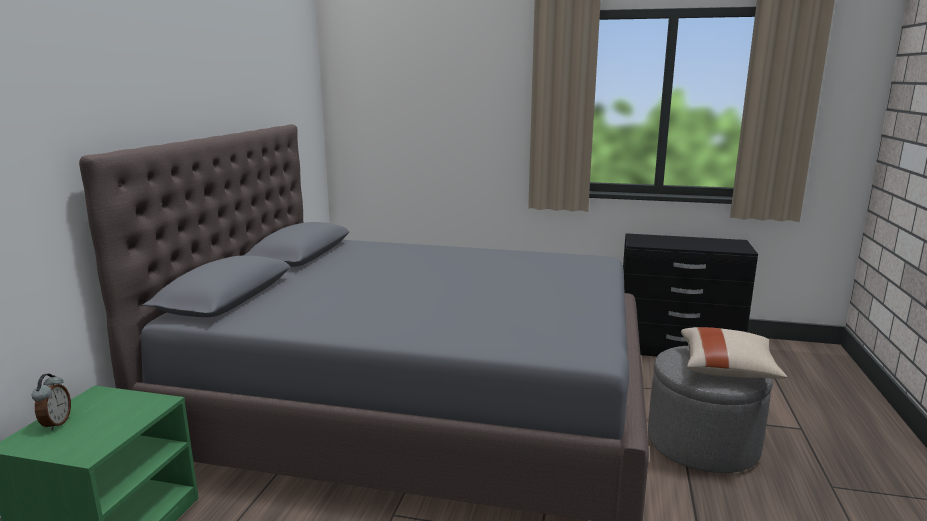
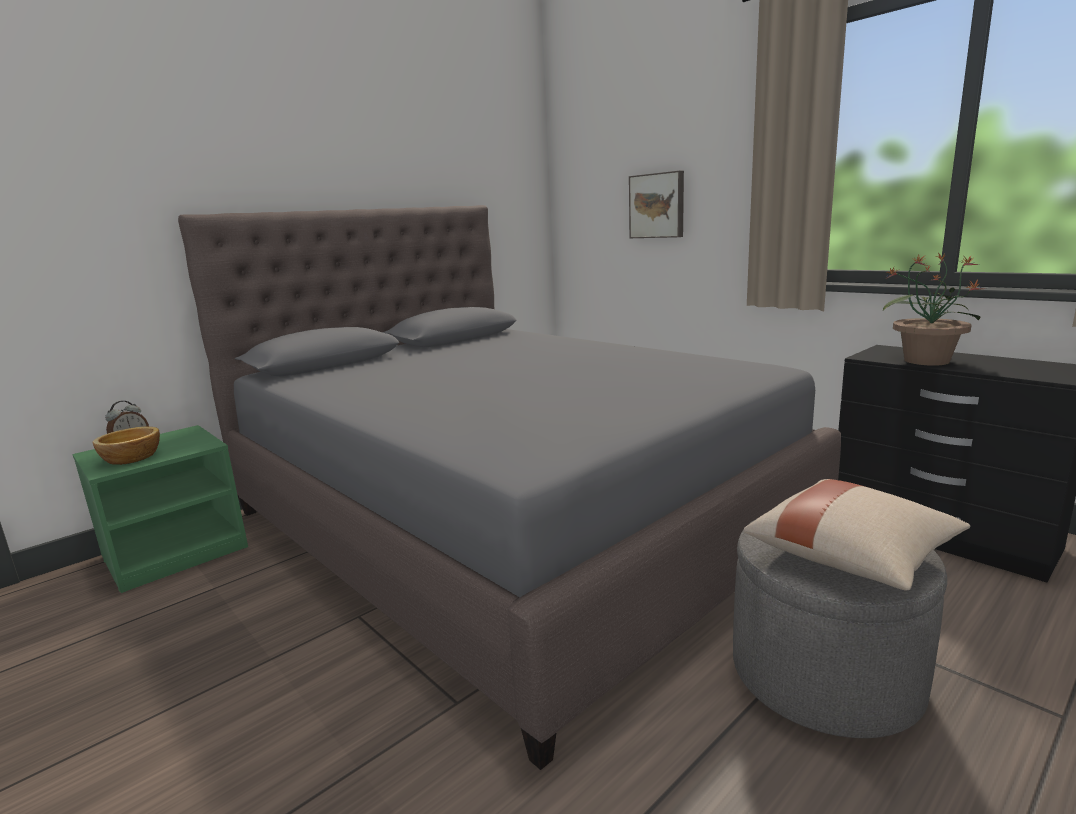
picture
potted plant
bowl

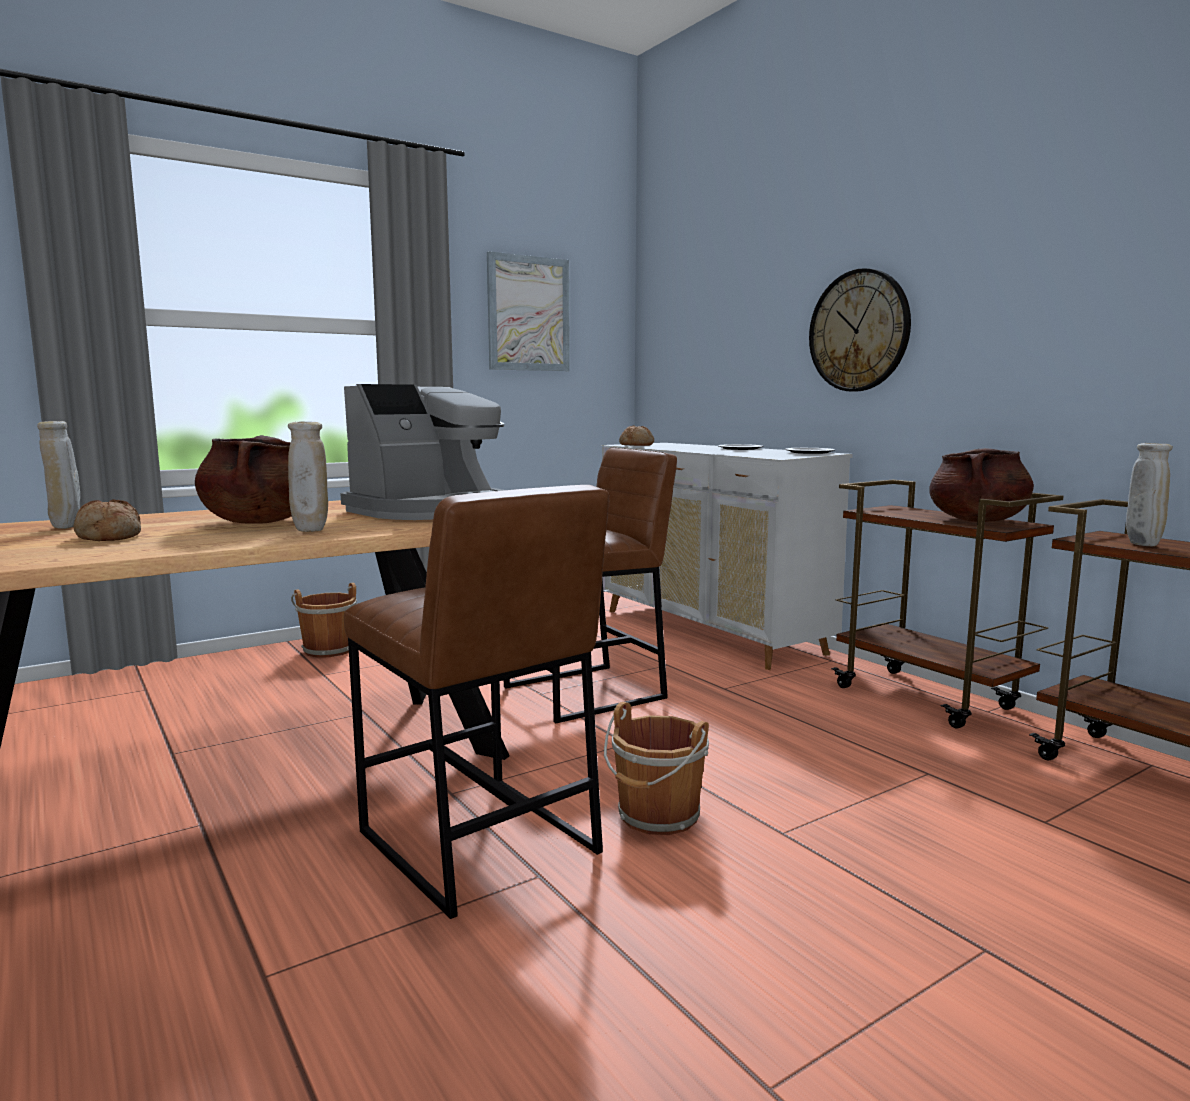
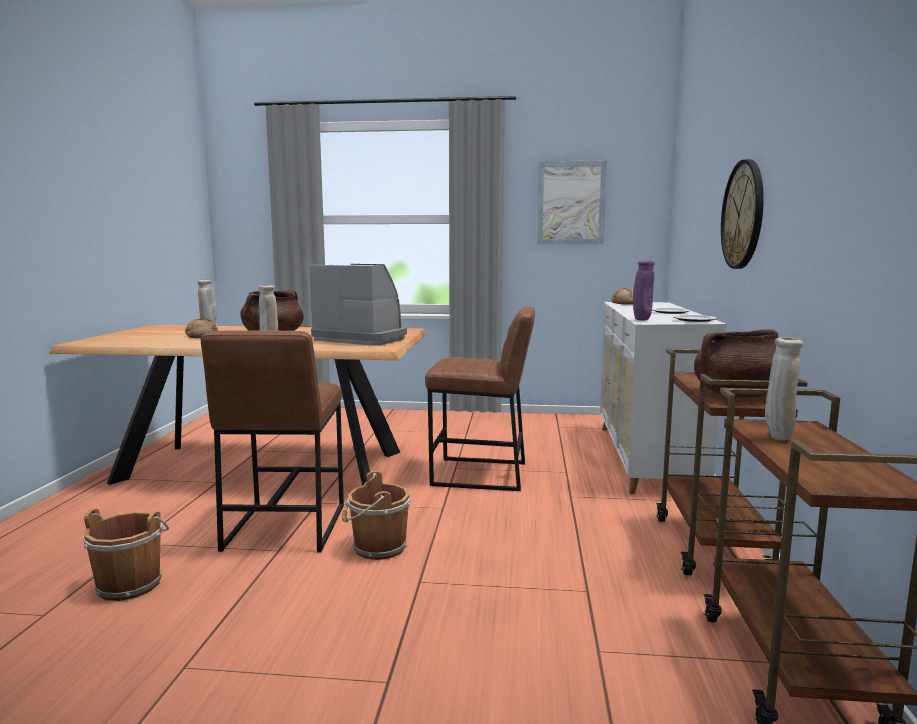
coffee machine
brown bucket (no. 1 from left)
purple vase

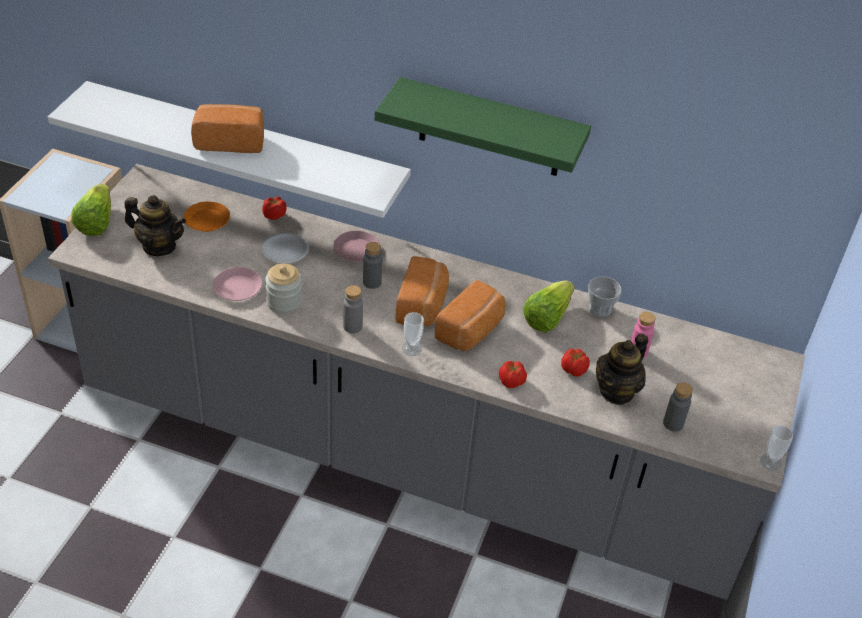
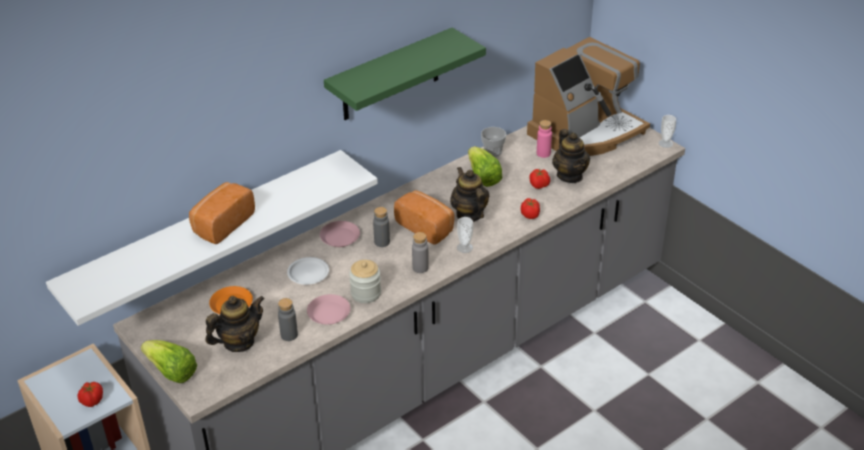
tomato (no. 1 from left)
teapot (no. 2 from left)
grey bottle (no. 1 from left)
coffee machine

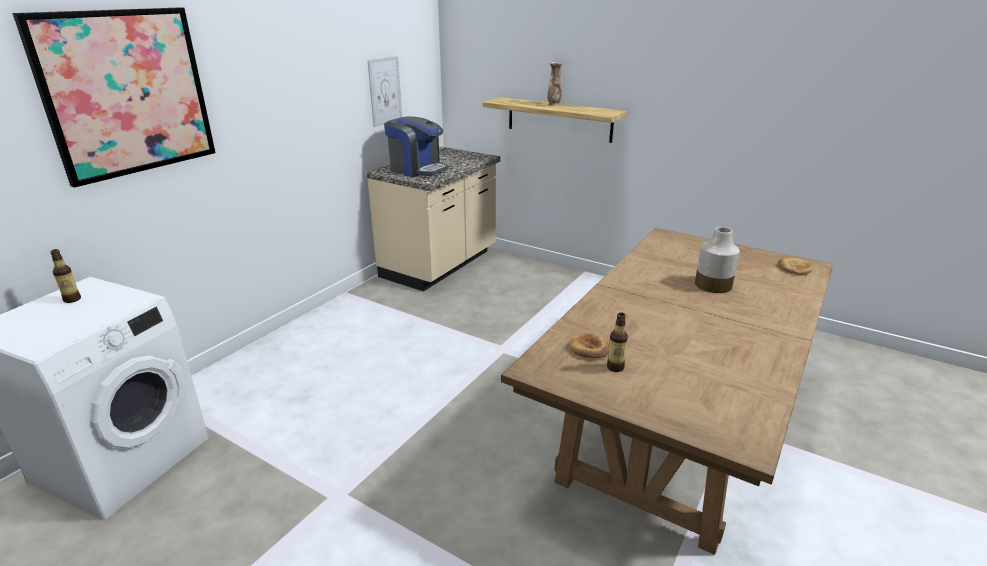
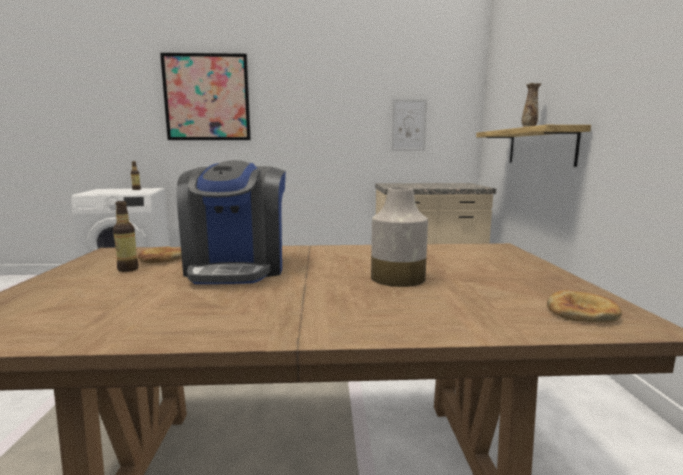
coffee machine

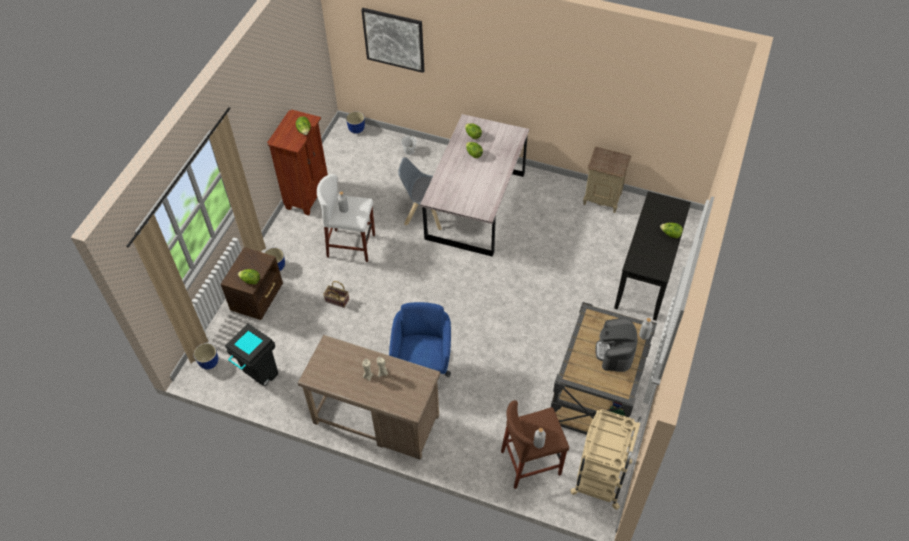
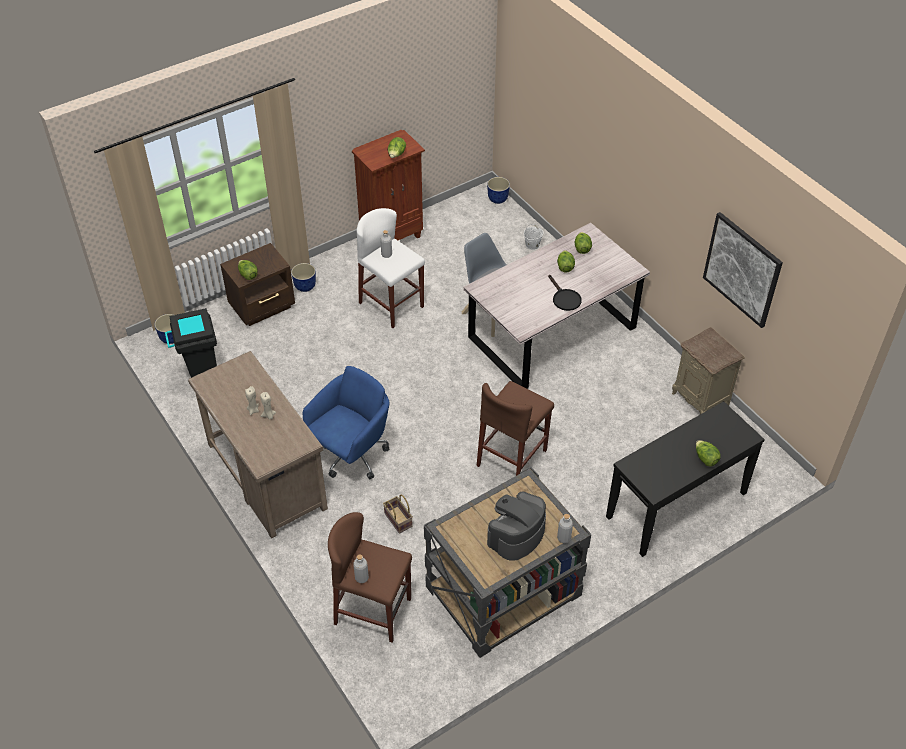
picture
basket
beige cart
black frying pan
brown stool (no. 2 from left)

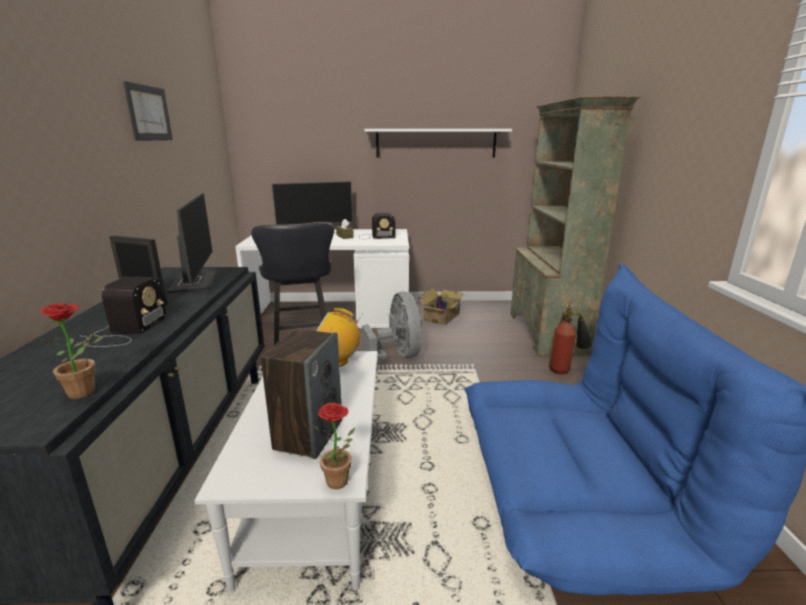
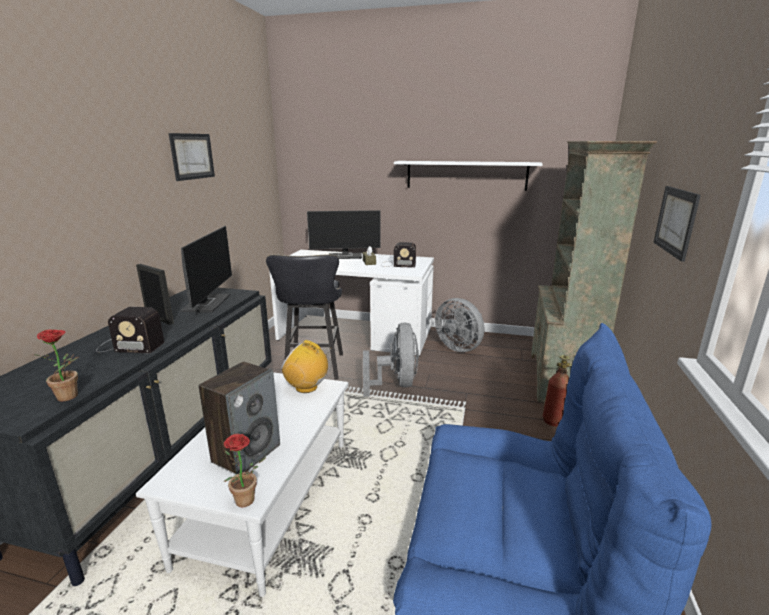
radio (no. 1 from left)
grey fan (no. 2 from left)
picture (no. 2 from left)

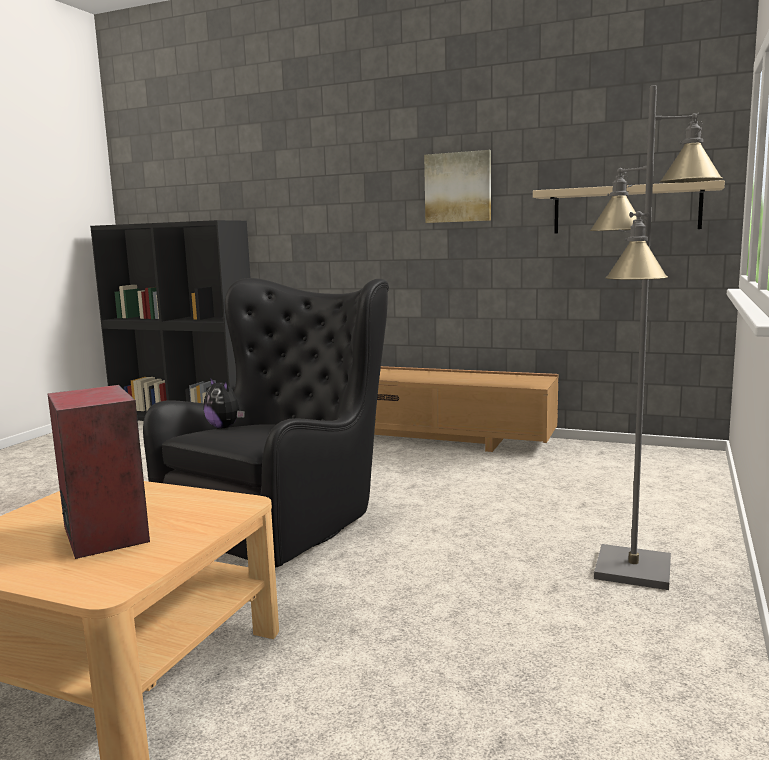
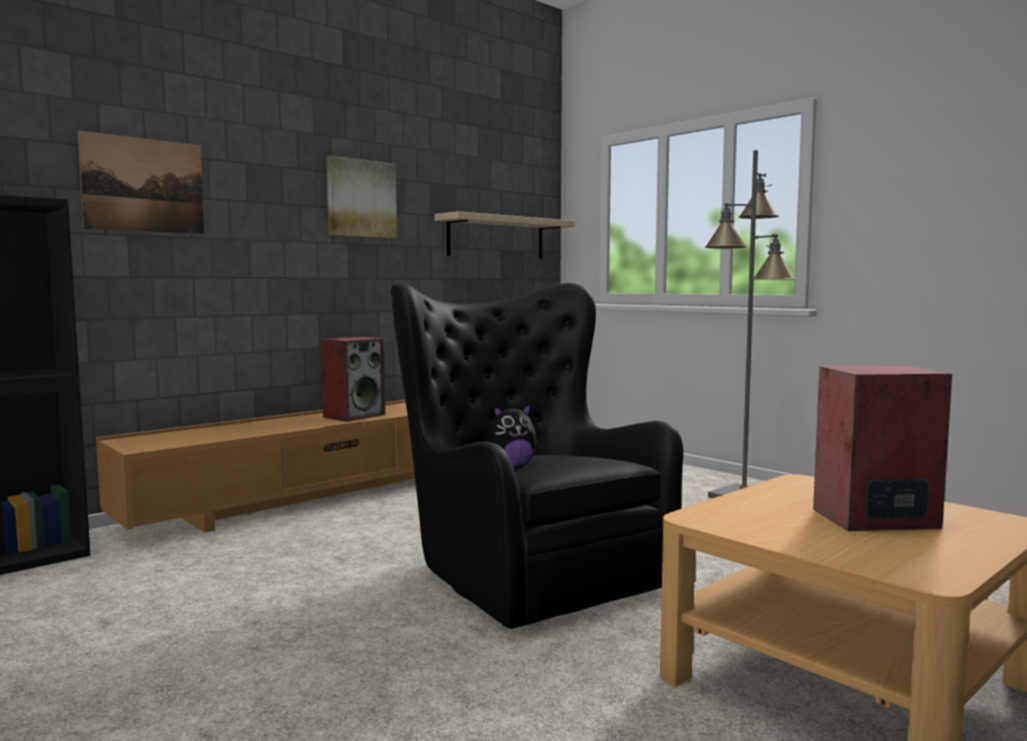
picture (no. 1 from left)
speaker (no. 1 from left)

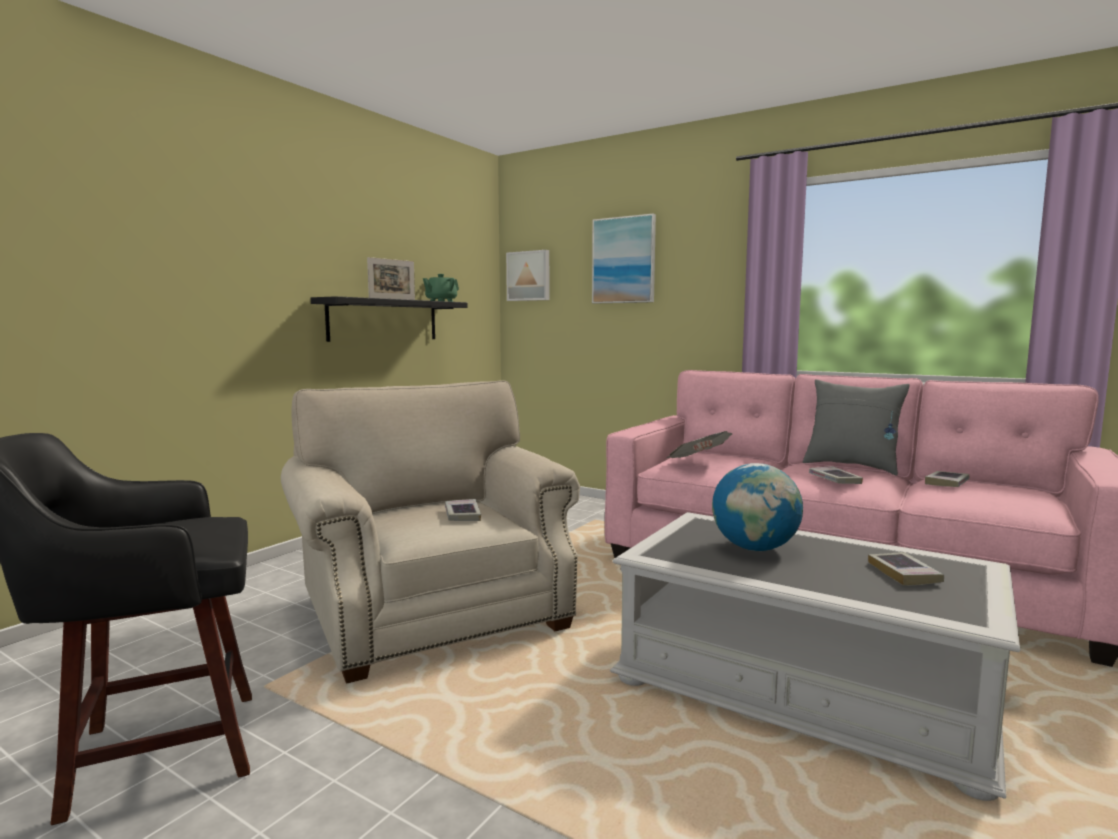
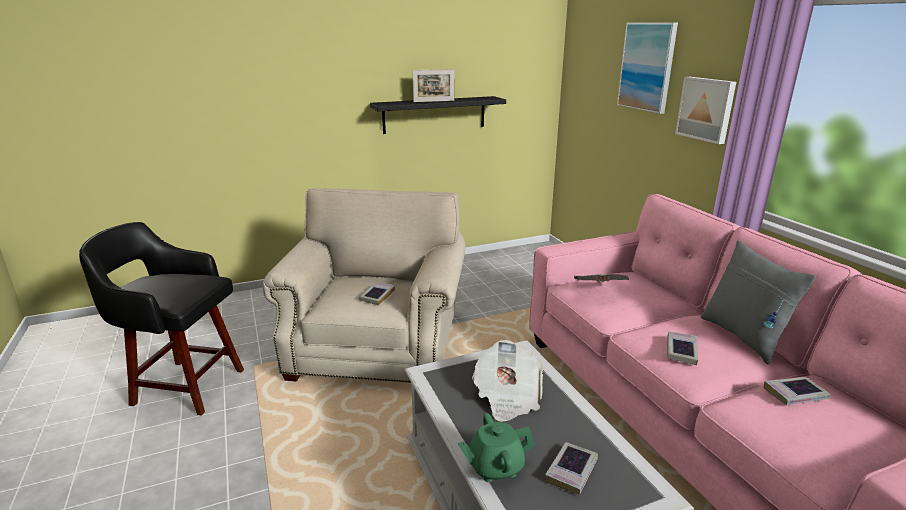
picture (no. 2 from left)
green teapot
newspaper (no. 1 from left)

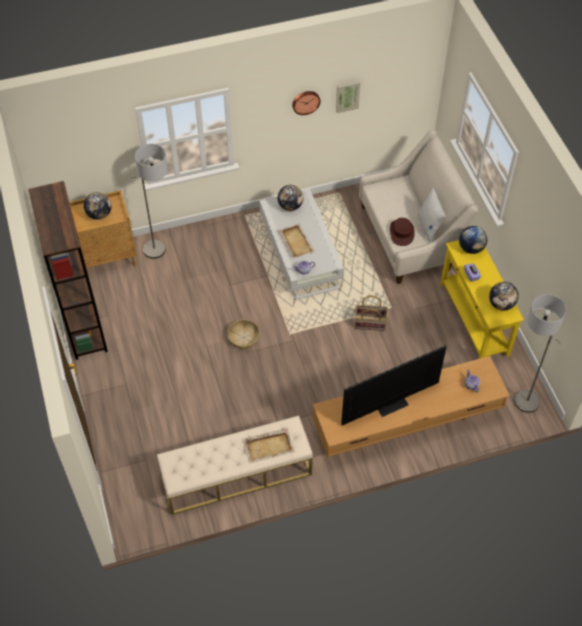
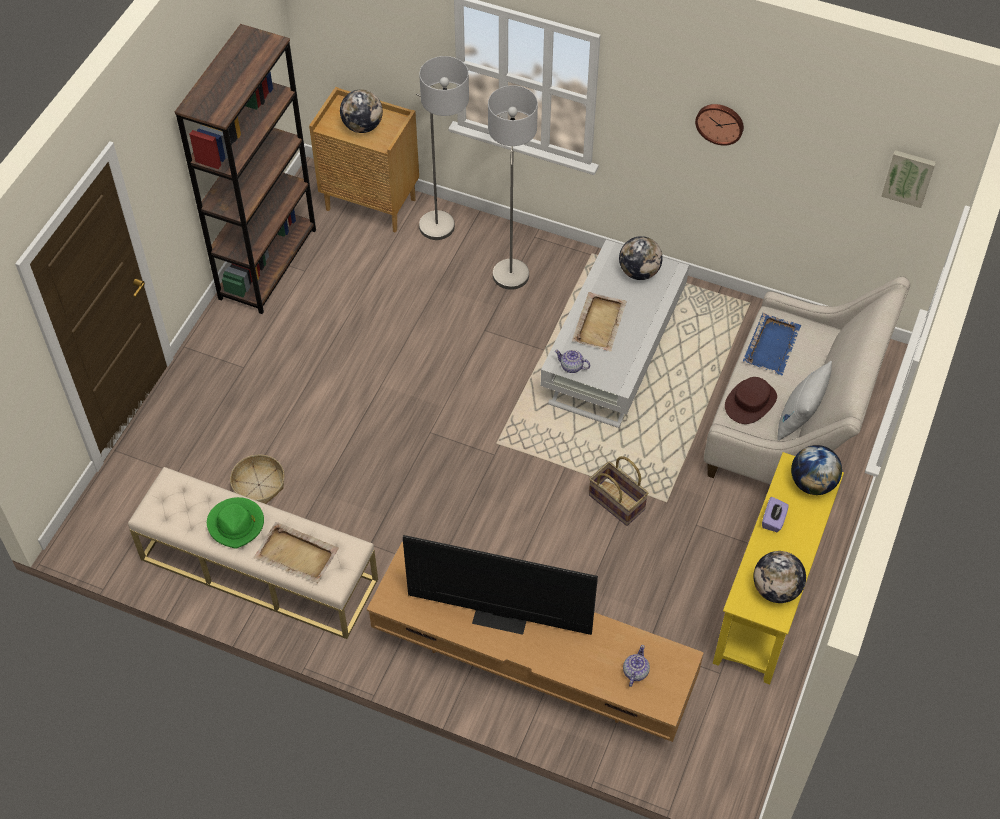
picture
grey floor lamp (no. 2 from left)
basket (no. 1 from left)
blue tray
green hat

